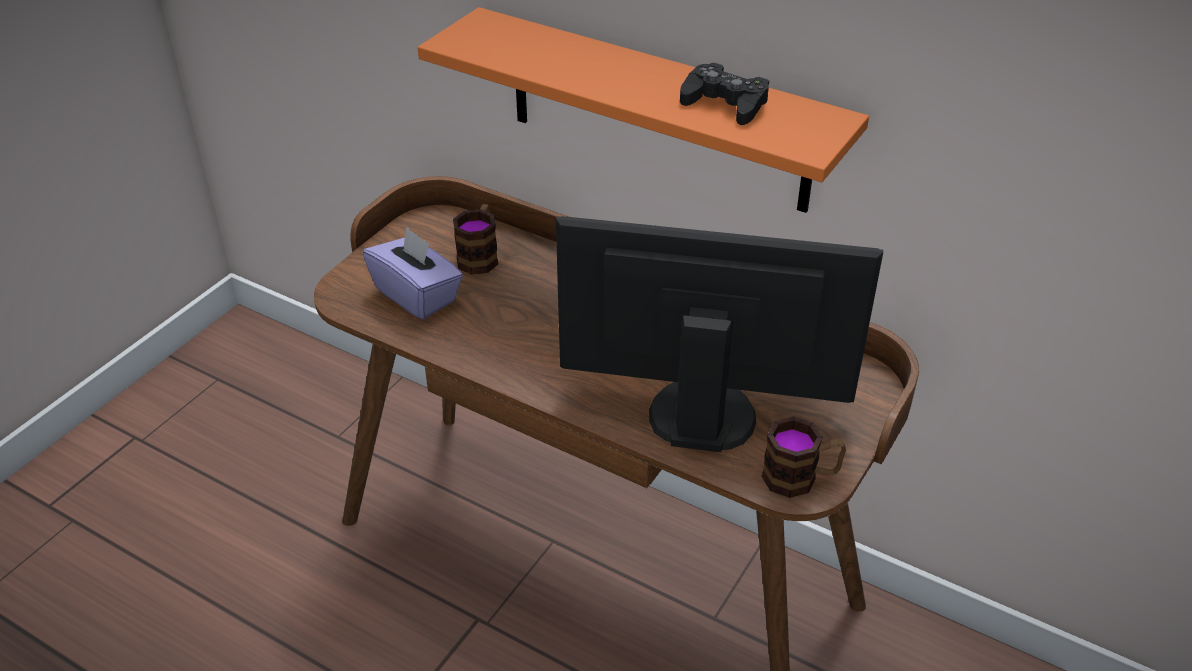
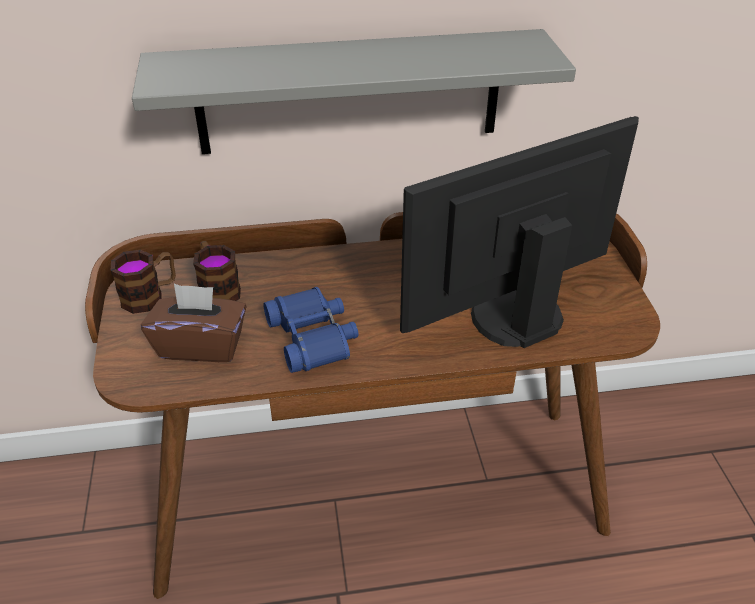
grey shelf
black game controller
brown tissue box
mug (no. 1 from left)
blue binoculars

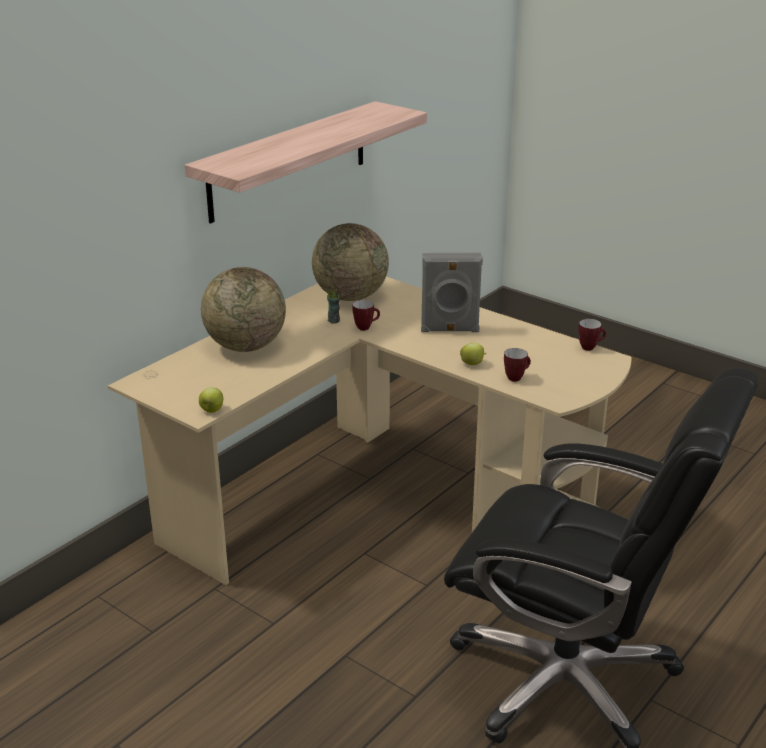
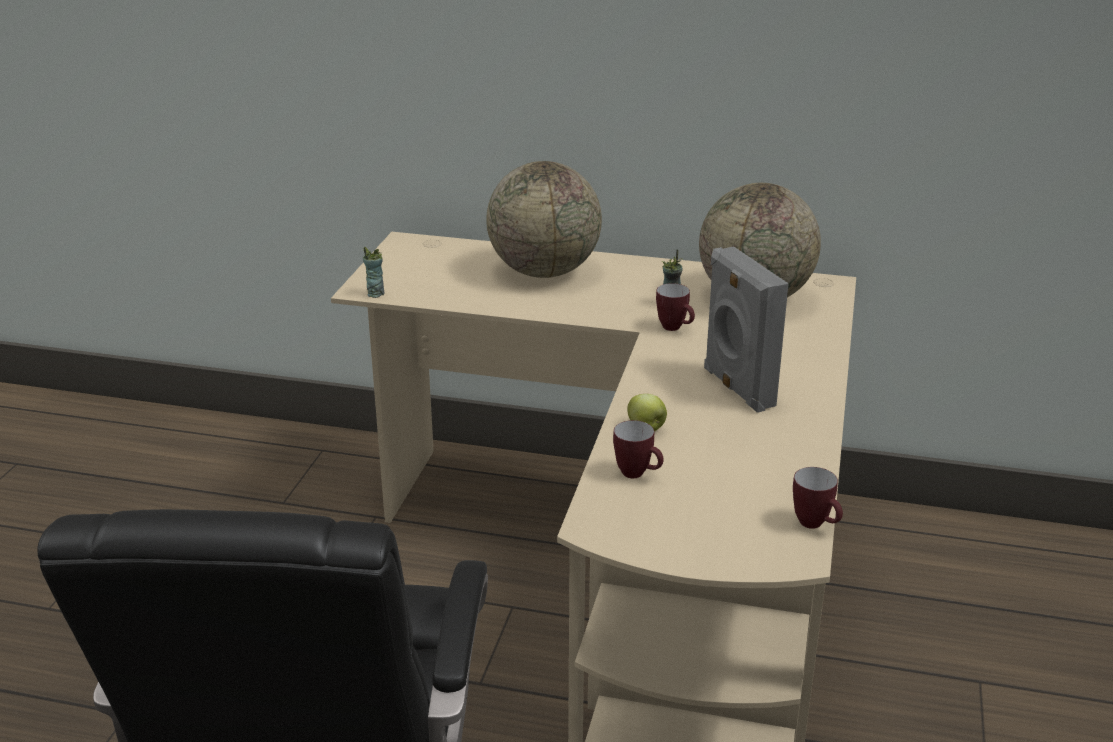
shelf
cup (no. 1 from left)

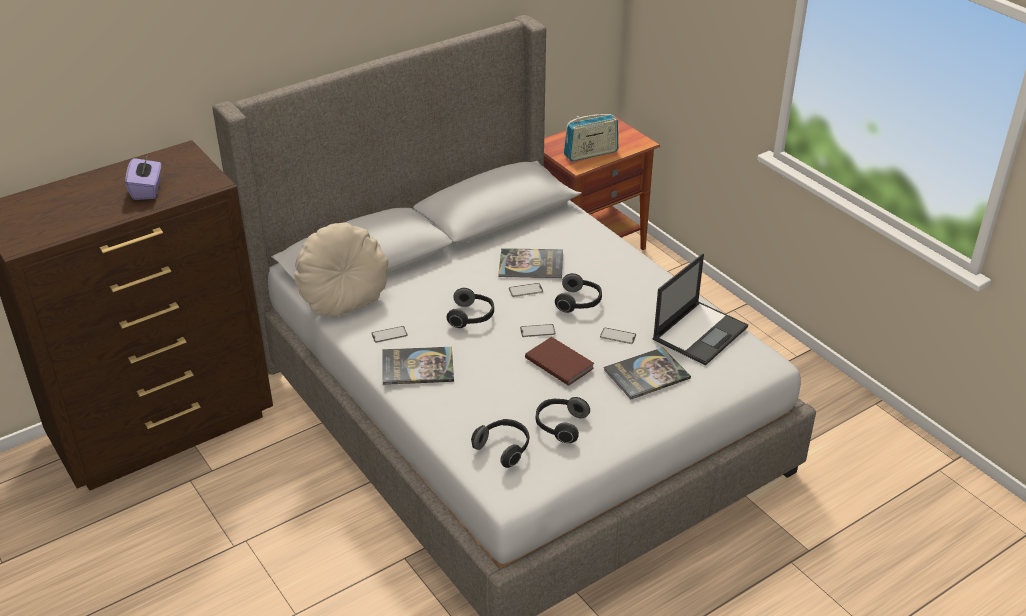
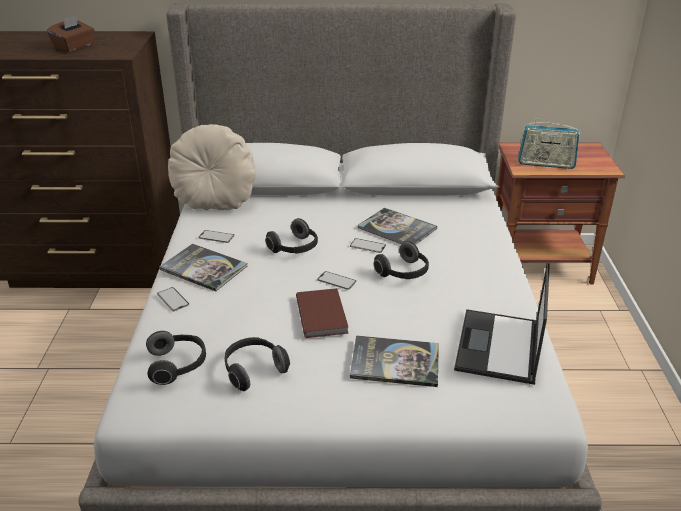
brown tissue box
laptop
phone (no. 1 from left)

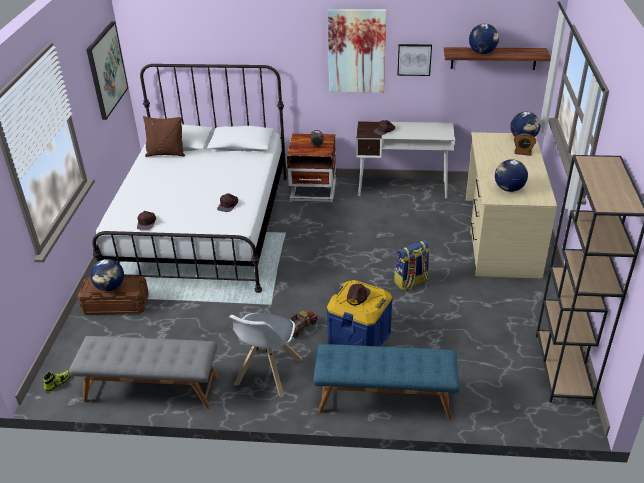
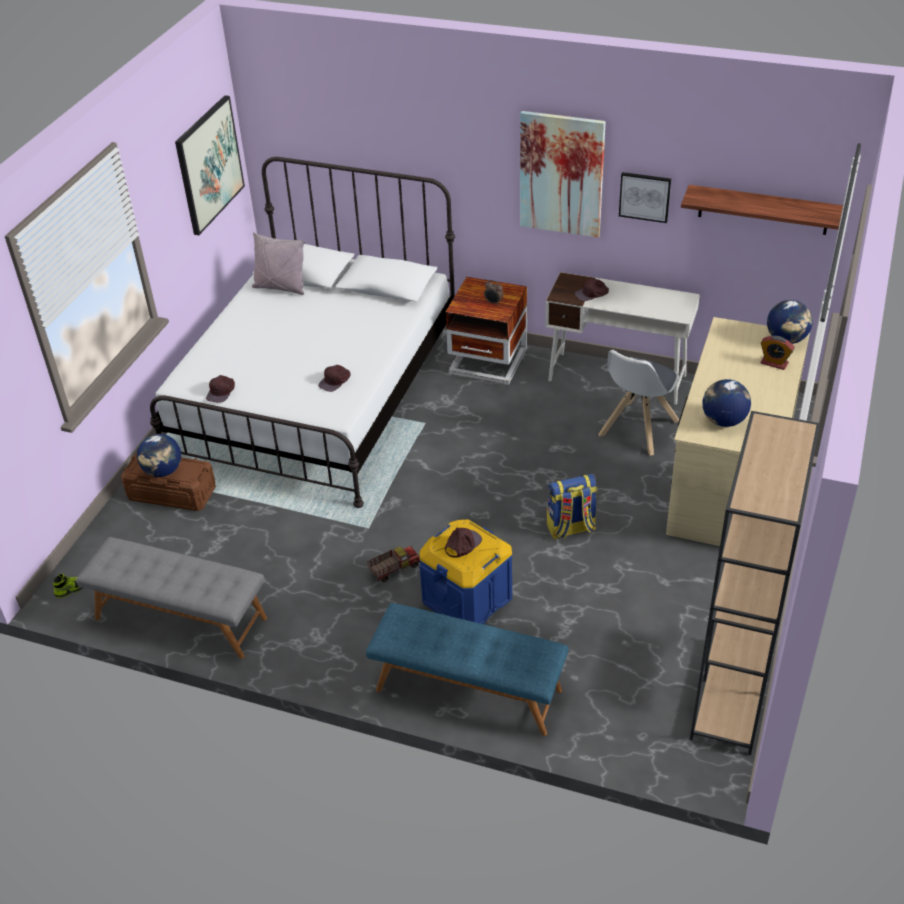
globe (no. 2 from left in the first image)
purple pillow
chair

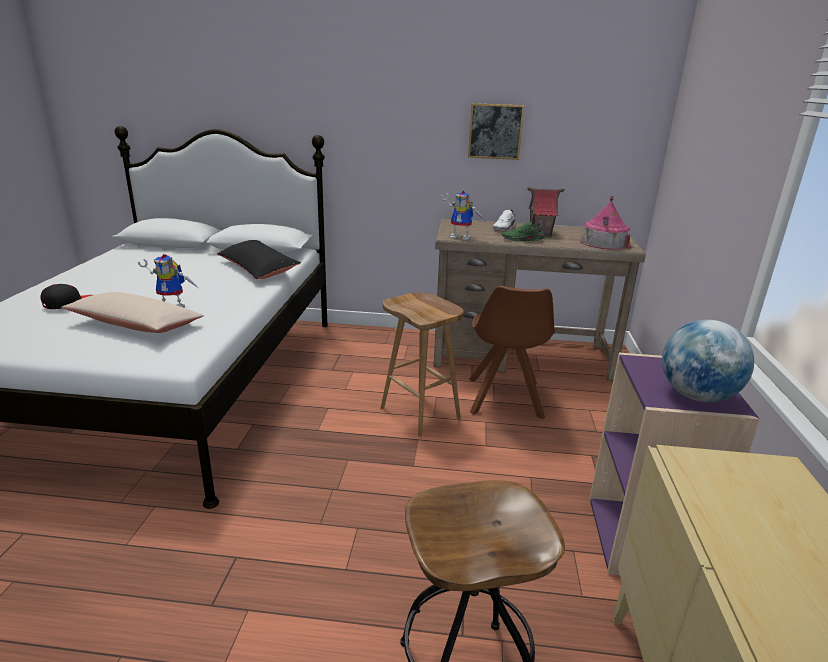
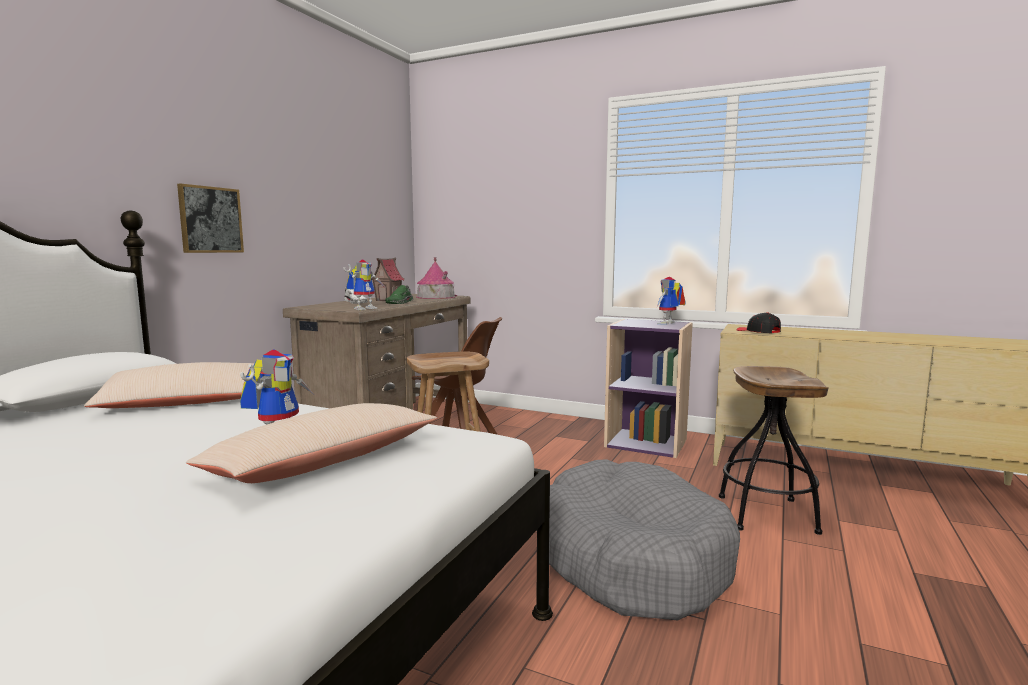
picture
beige pillow (no. 1 from left)
black cap
toy robot (no. 3 from left)
grey dog bed

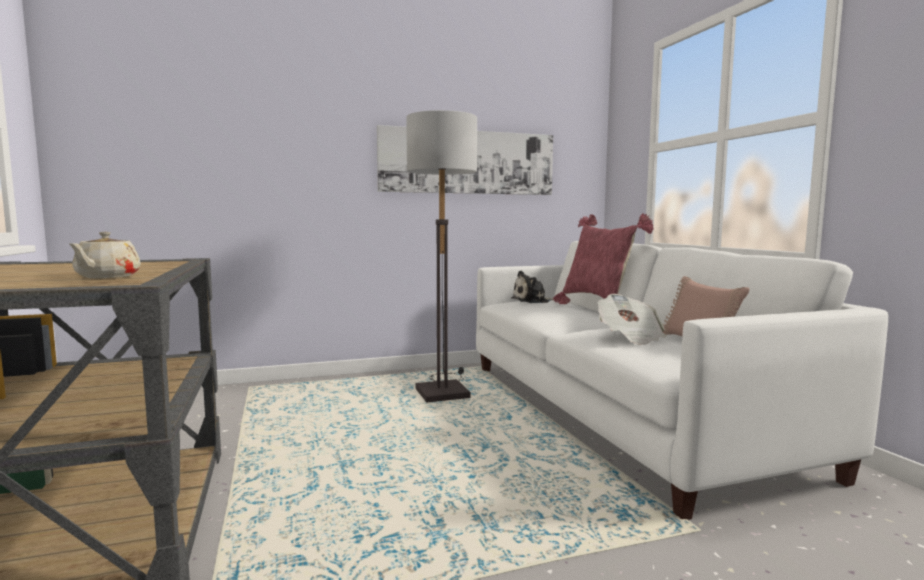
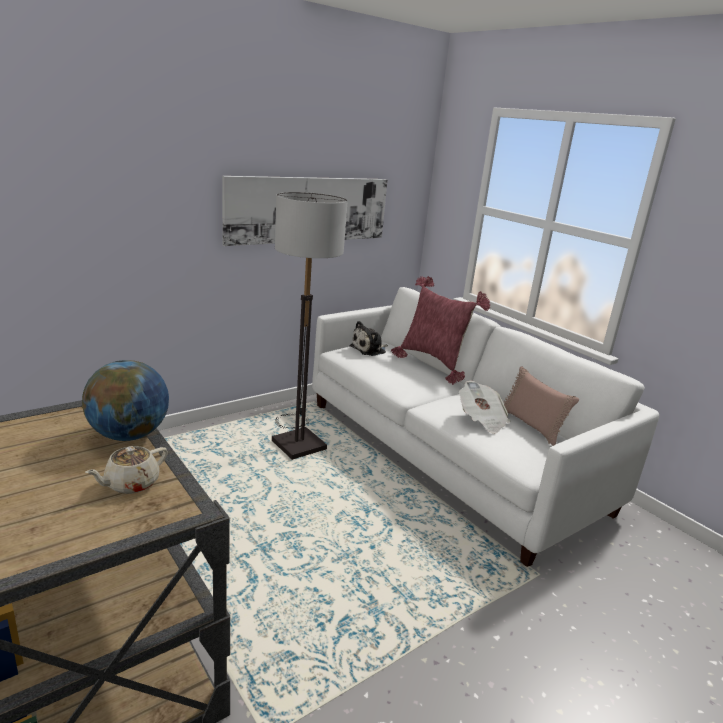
beige teapot
globe

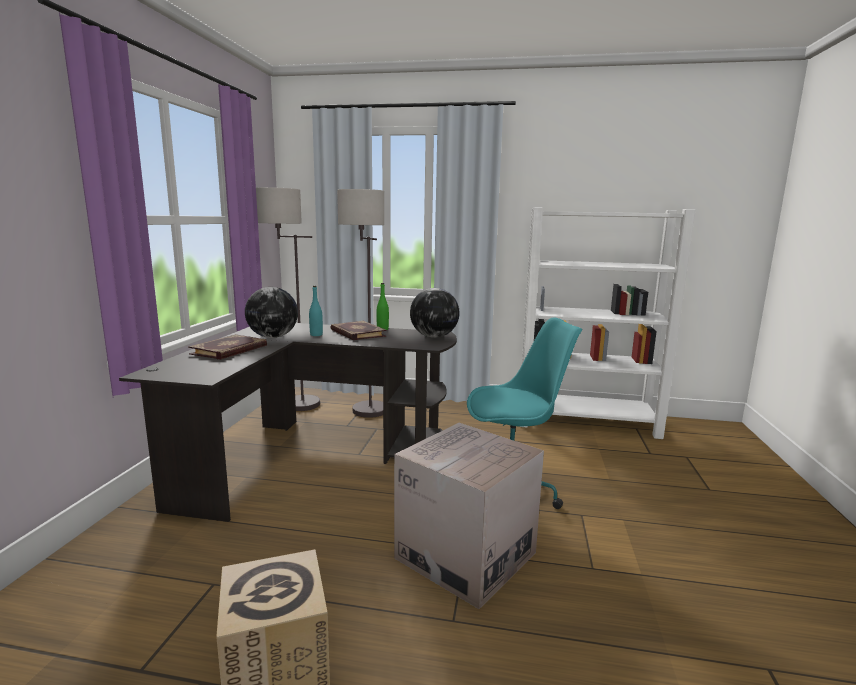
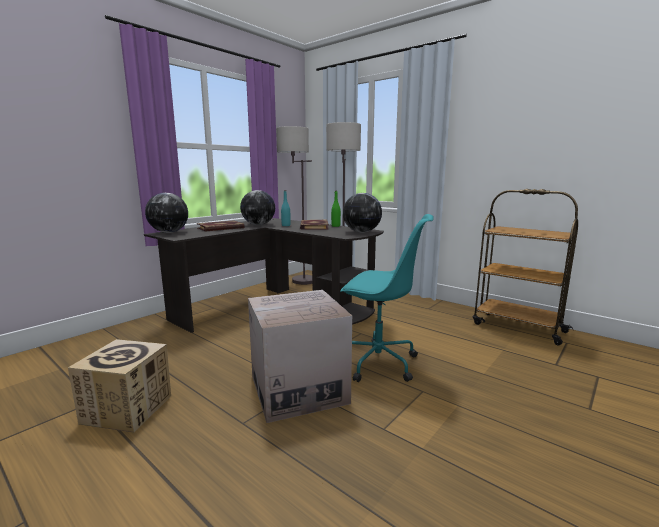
brown cart
globe (no. 1 from left)

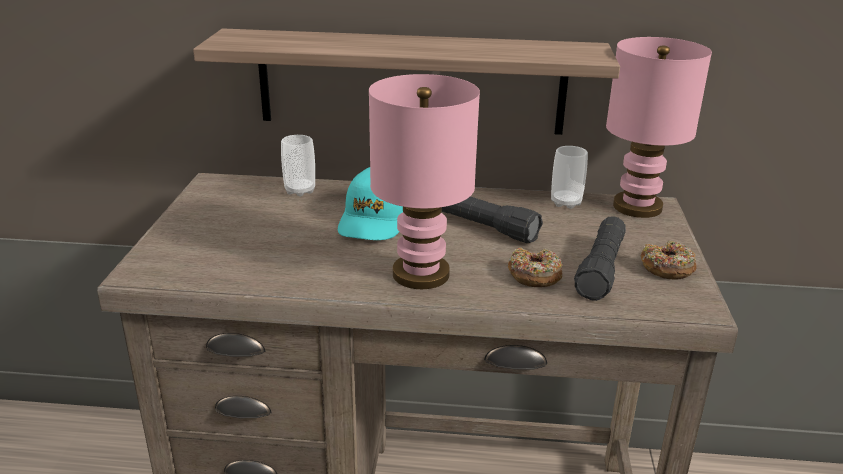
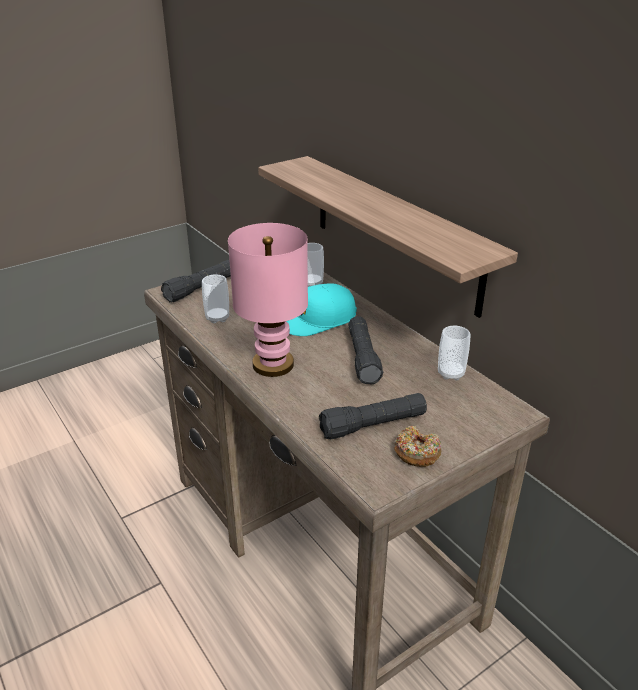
pink table lamp (no. 2 from left in the first image)
donut (no. 1 from left in the first image)
black flashlight (no. 1 from left)
cup (no. 1 from left)

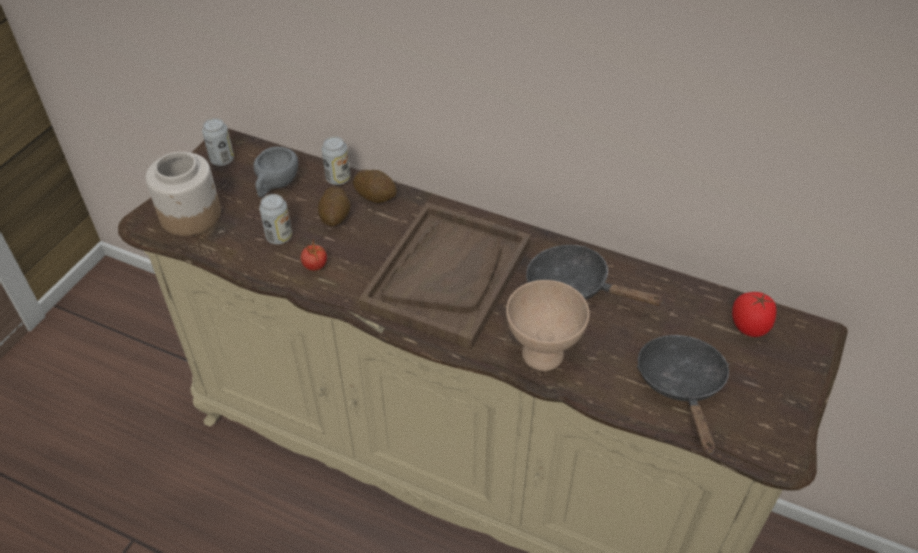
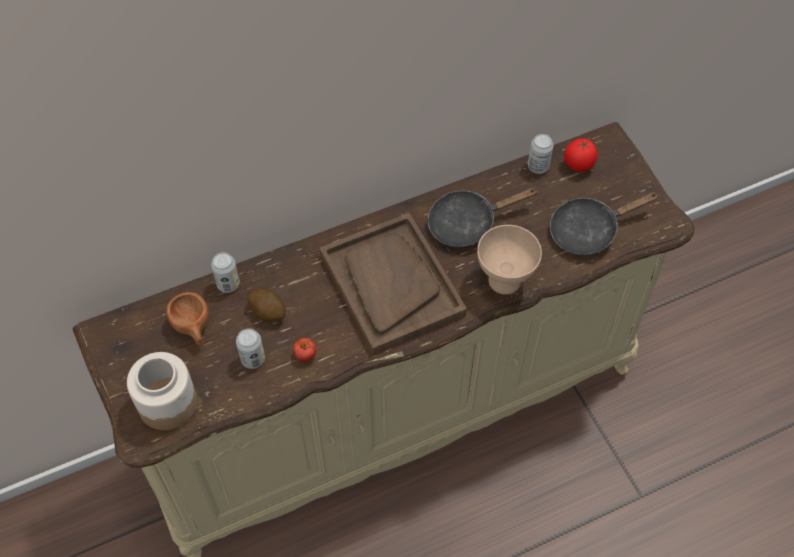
can (no. 3 from left)
brown cup
potato (no. 2 from left in the first image)
black frying pan (no. 2 from left)

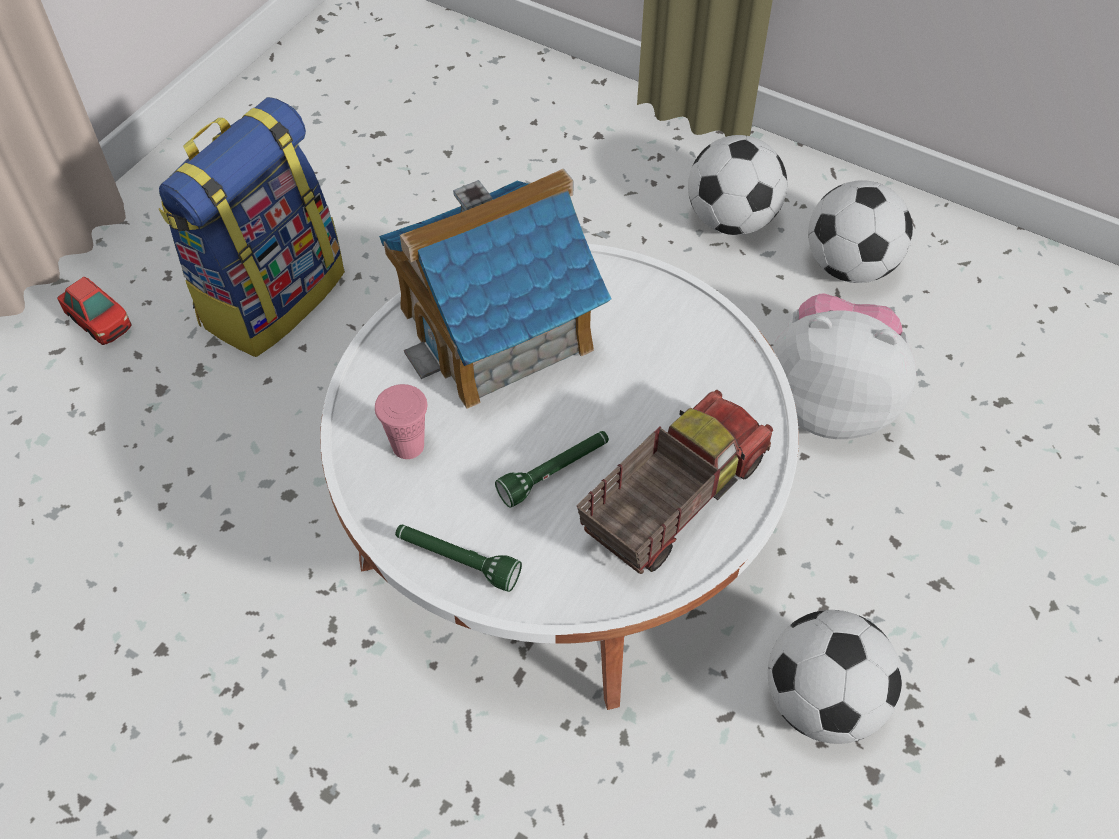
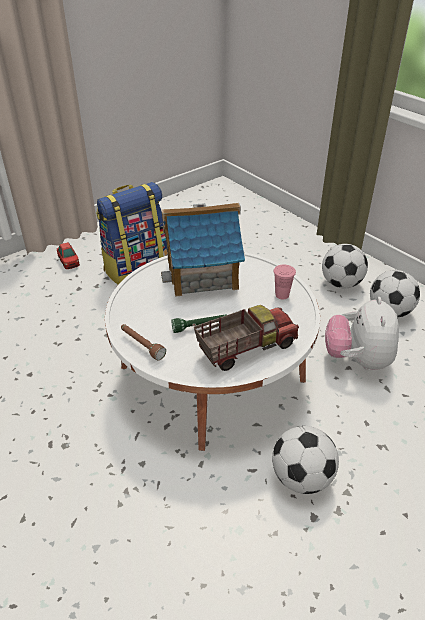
plush toy
pink cup
brown flashlight

